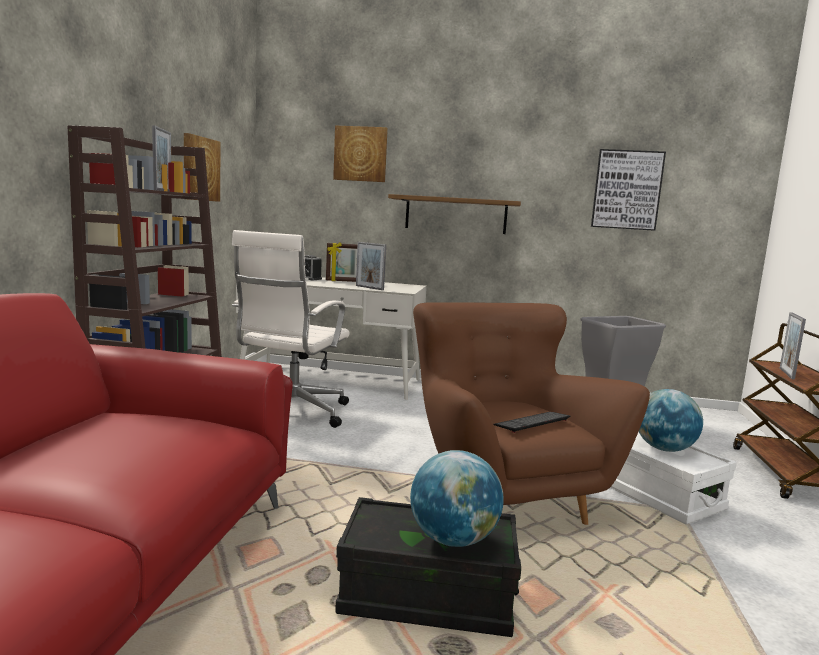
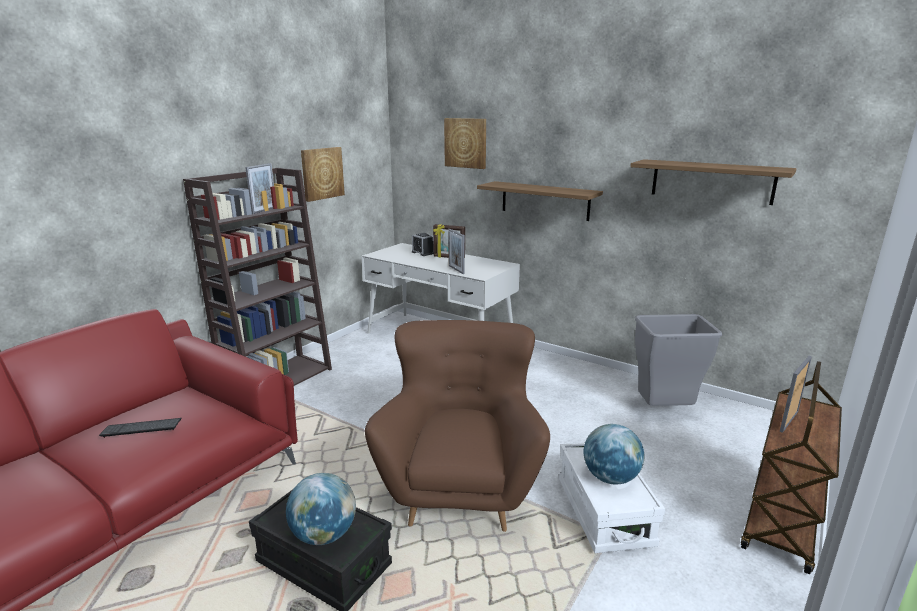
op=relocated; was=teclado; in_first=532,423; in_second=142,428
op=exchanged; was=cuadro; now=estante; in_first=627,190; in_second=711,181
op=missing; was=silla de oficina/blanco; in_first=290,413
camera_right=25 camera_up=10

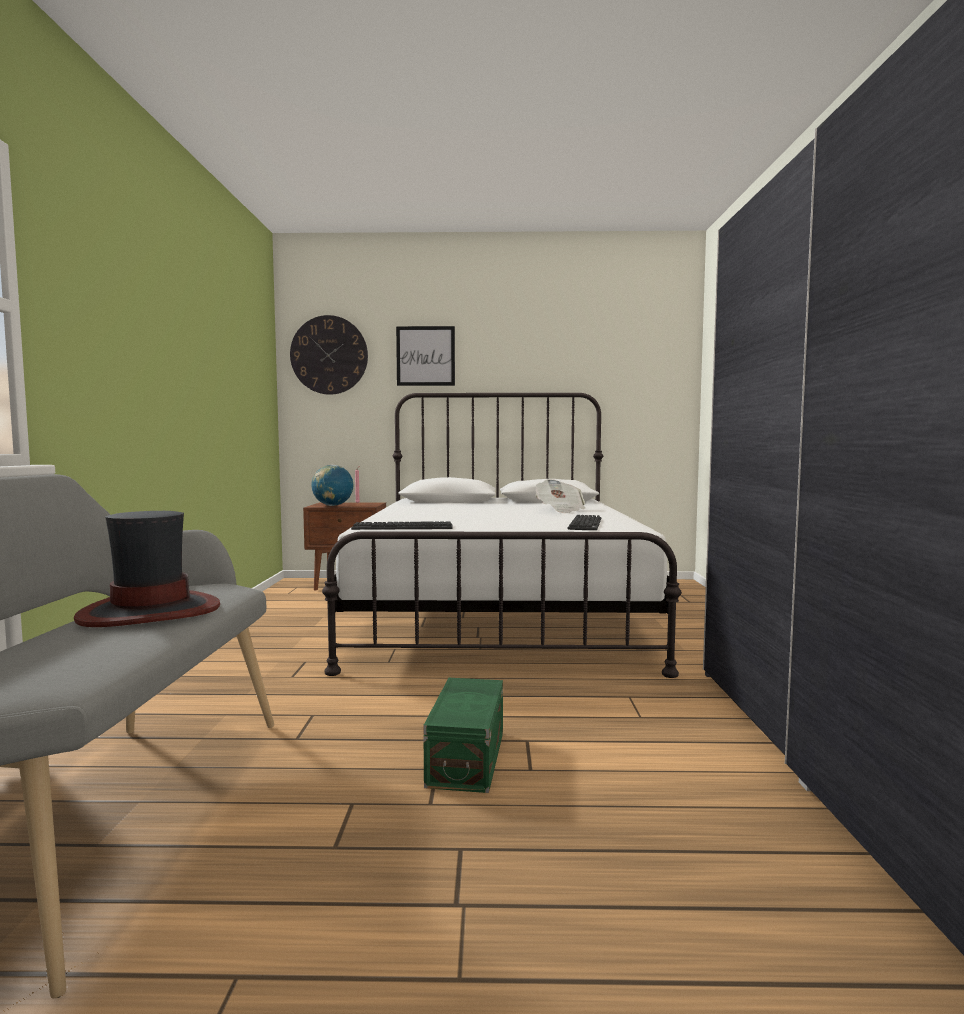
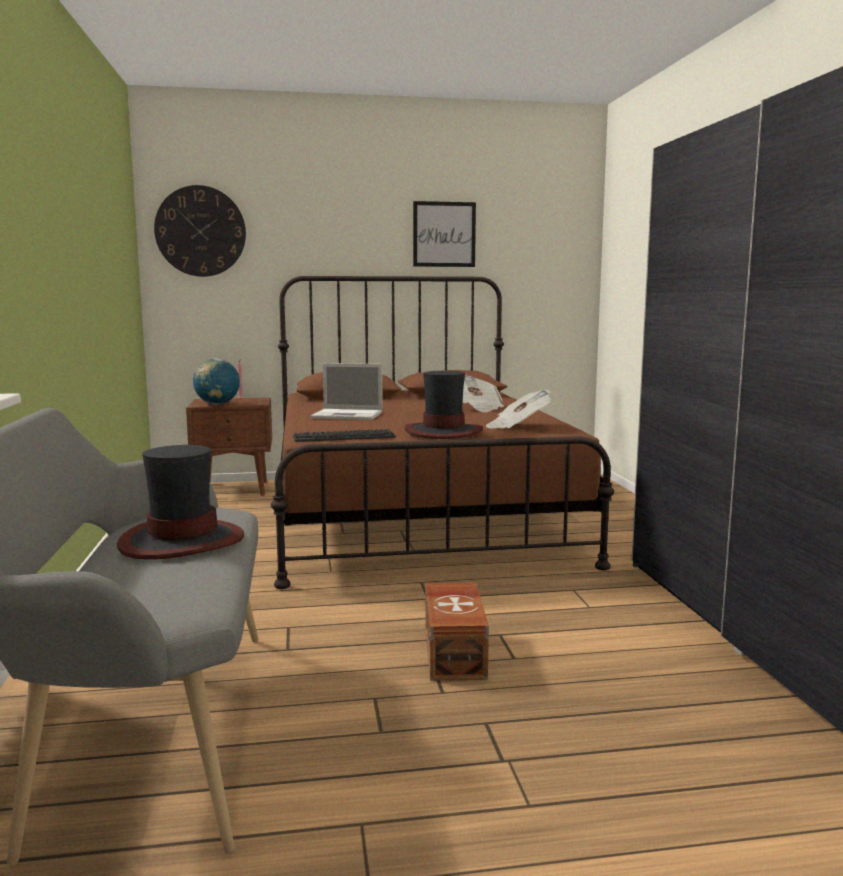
op=colour; was=cama/blanco; now=cama/marrón; in_first=498,615; in_second=415,516
op=appeared; now=portátil; in_second=349,415
op=appeared; now=sombrero; in_second=443,432
op=relocated; was=cuadro; in_first=425,356; in_second=444,234
op=colour; was=caja de almacenaje/verde; now=caja de almacenaje/marrón; in_first=469,757; in_second=456,653
op=exchanged; was=teclado; now=periódico; in_first=585,524; in_second=518,427
camera_right=-10 camera_up=5

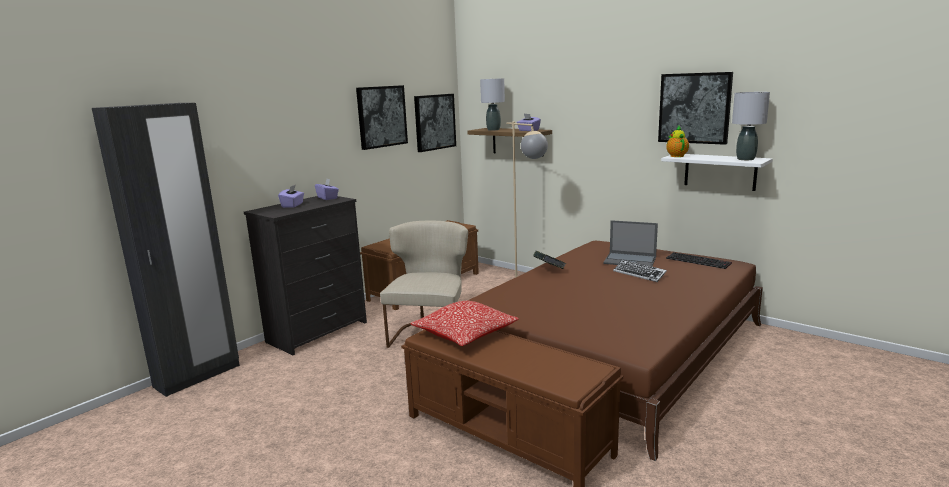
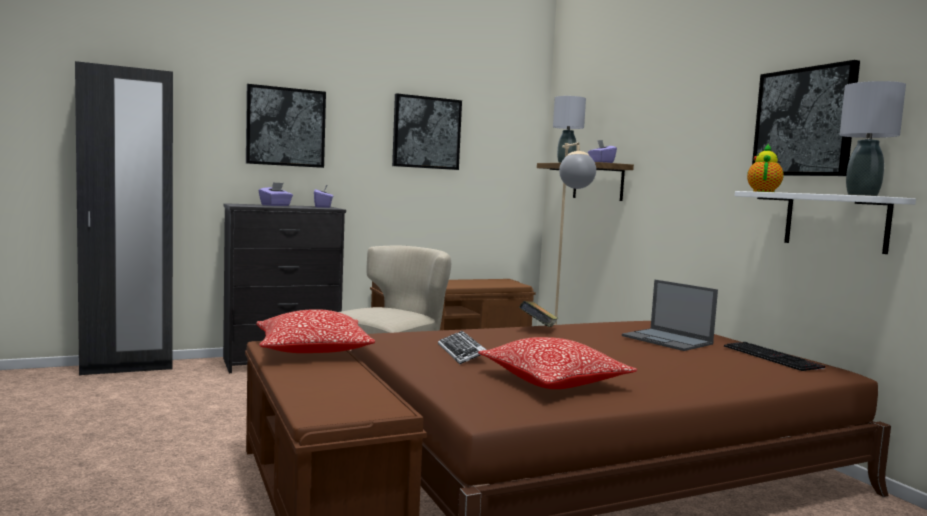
op=relocated; was=cuadro; in_first=434,122; in_second=285,127
op=relocated; was=teclado; in_first=639,274; in_second=461,353
op=appeared; now=cojín; in_second=553,381
camera_right=25 camera_up=-10

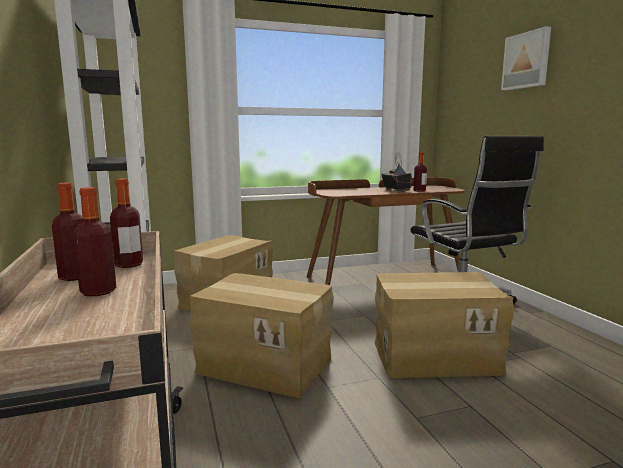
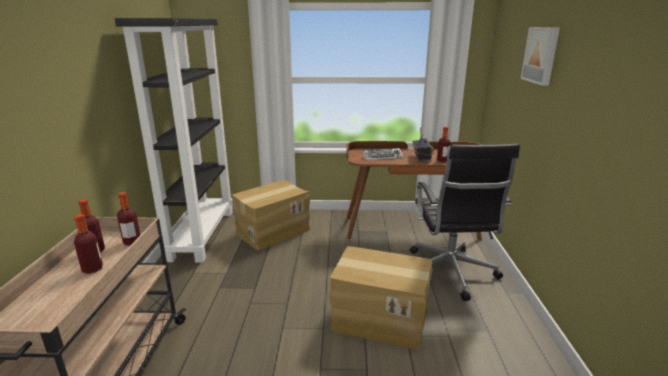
op=appeared; now=teclado; in_second=382,157
op=missing; was=caja de cartón; in_first=265,364
camera_right=20 camera_up=10

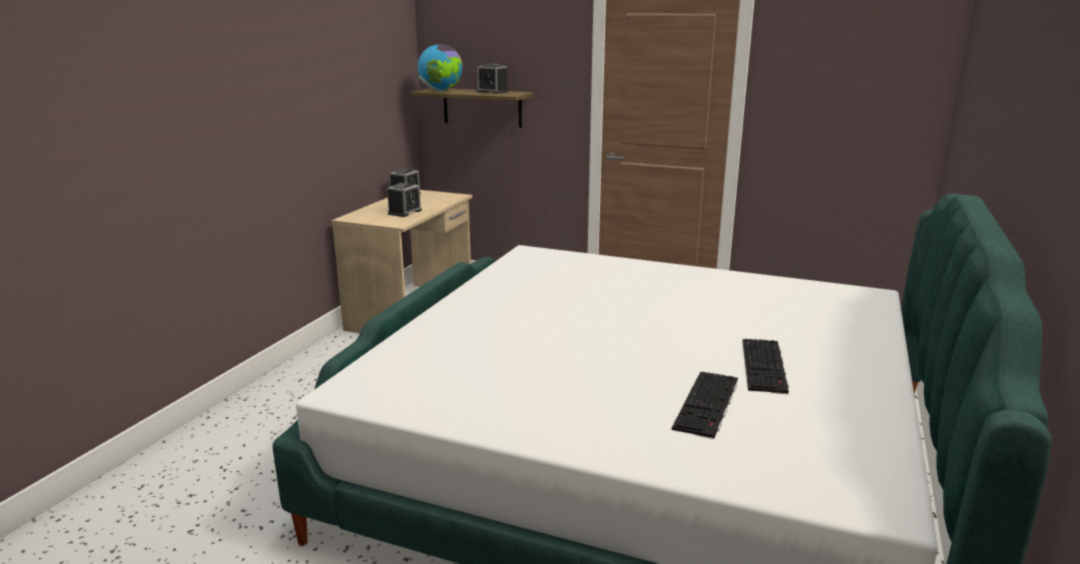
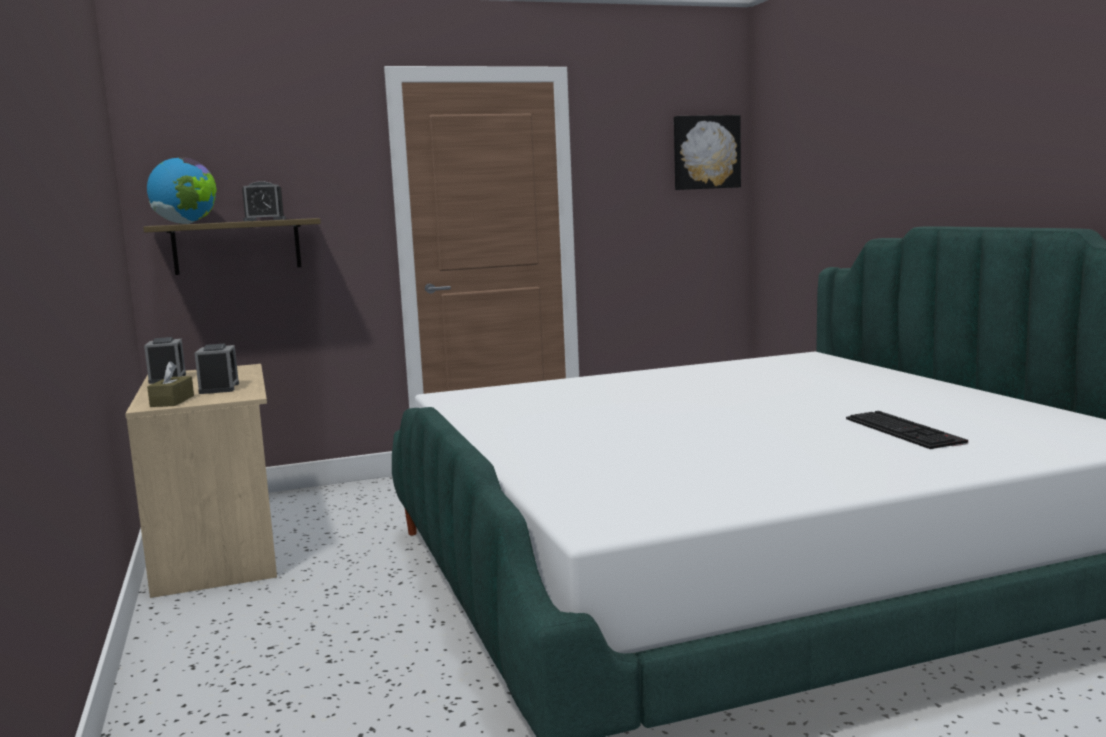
op=appeared; now=caja de pañuelos/marrón; in_second=172,401
op=appeared; now=cuadro; in_second=705,152
op=missing; was=teclado; in_first=765,366
camera_right=-40 camera_up=-10

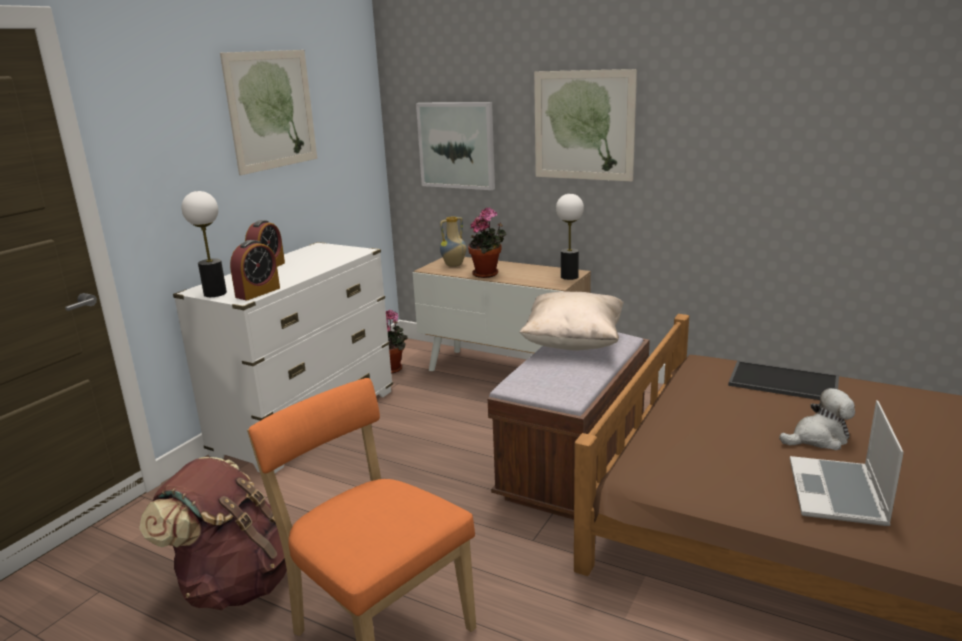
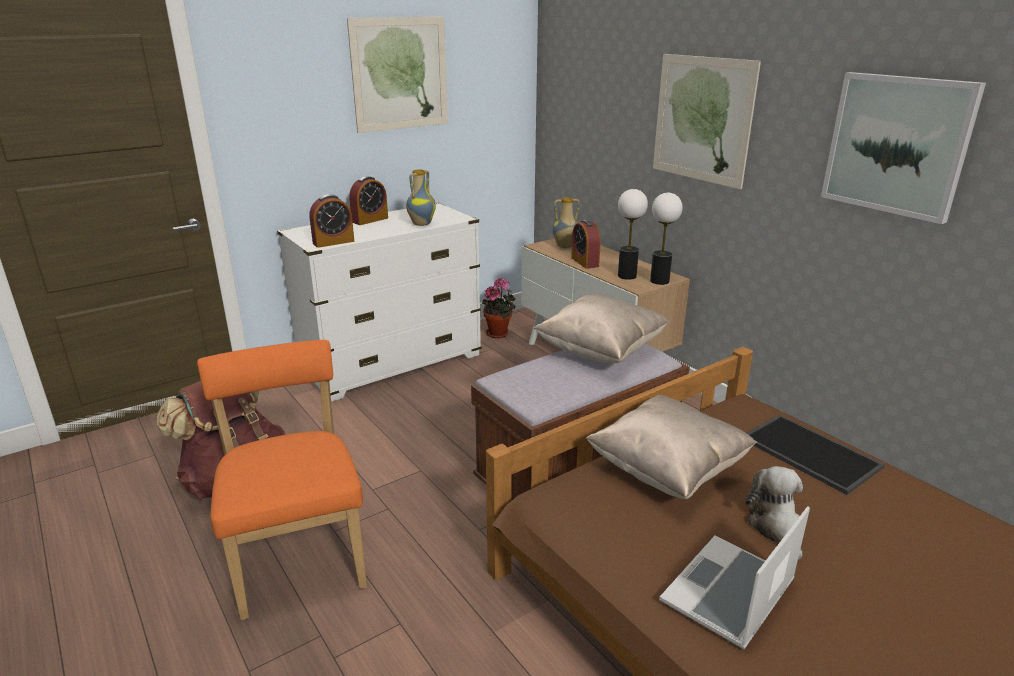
op=appeared; now=florero; in_second=421,224
op=exchanged; was=planta en maceta; now=despertador; in_first=488,274; in_second=585,262
op=appeared; now=cojín/beis; in_second=667,471
op=relocated; was=lámpara de mesa; in_first=215,293; in_second=627,276
op=spun; was=peluche; in_first=818,438; in_second=776,528; clockwise=-105
op=relocated; was=cuadro; in_first=457,145; in_second=897,145
camera_right=25 camera_up=5

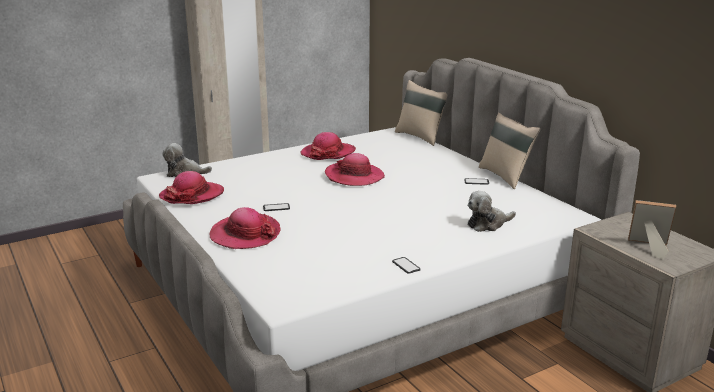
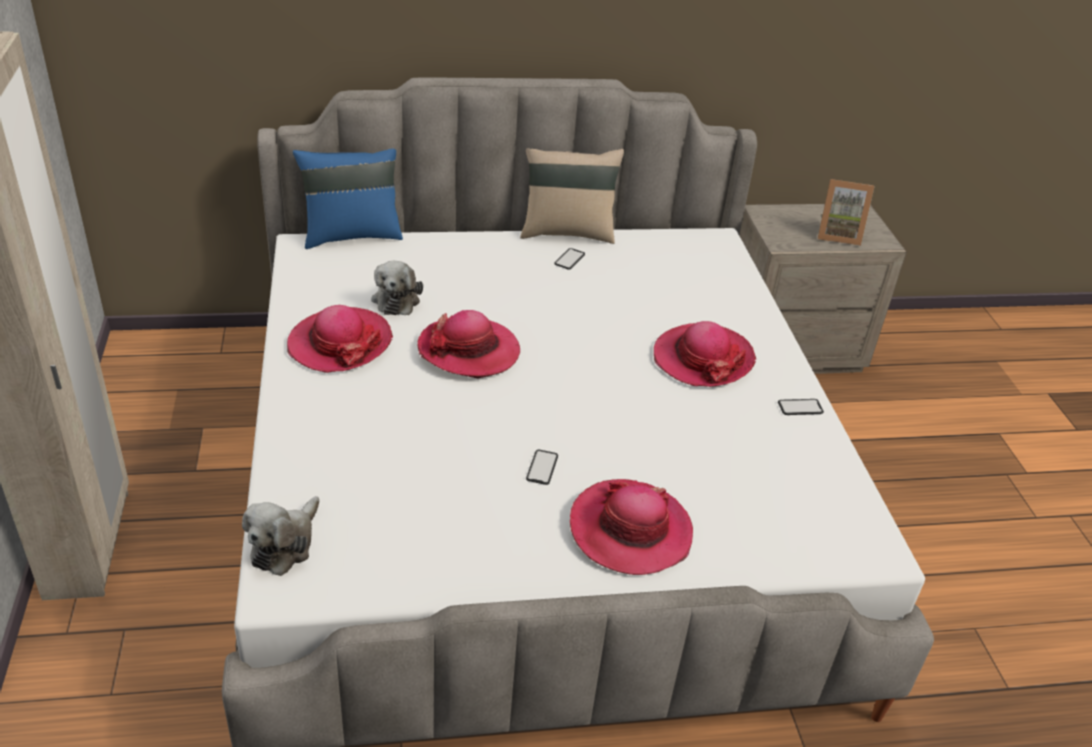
op=colour; was=cojín/beis; now=cojín/azul; in_first=421,137; in_second=351,235
op=relocated; was=peluche; in_first=488,224; in_second=396,299
op=relocated; was=sombrero; in_first=192,195; in_second=702,358
op=spun; was=portarretratos; in_first=648,248; in_second=838,234; clockwise=-120
camera_right=-70 camera_up=15

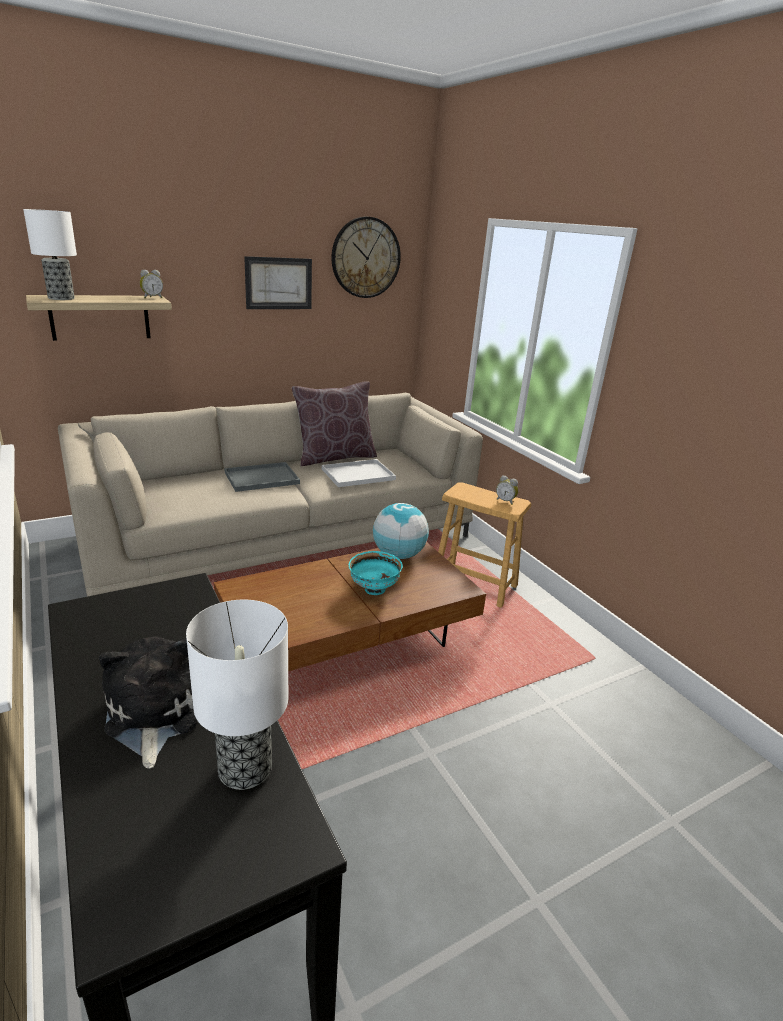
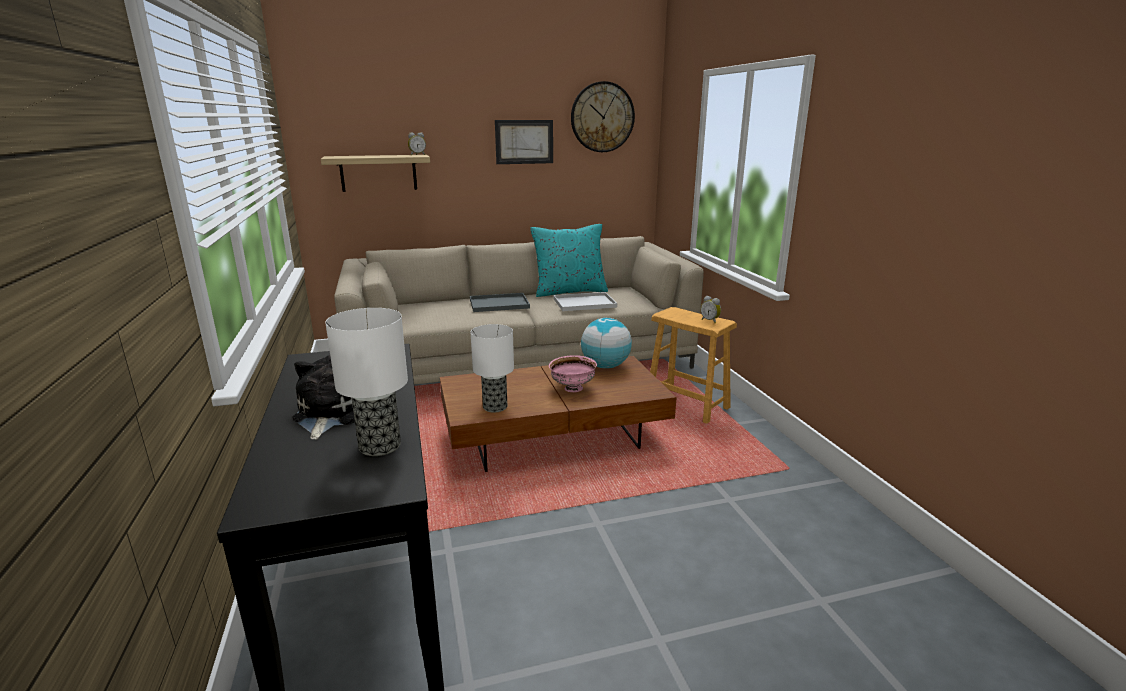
op=relocated; was=lámpara de mesa; in_first=61,298; in_second=495,407
op=colour; was=cojín/marrón; now=cojín/turquesa; in_first=334,457; in_second=569,291
op=colour; was=cuenco/turquesa; now=cuenco/rosa; in_first=374,590; in_second=572,389
camera_right=15 camera_up=-5

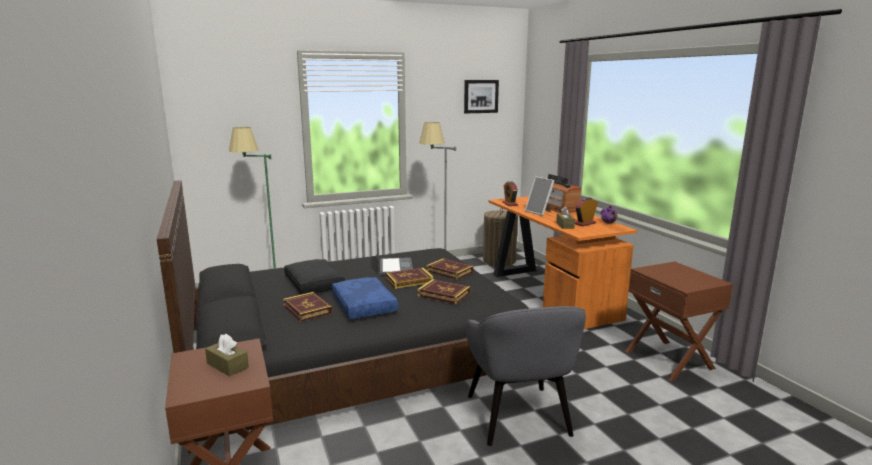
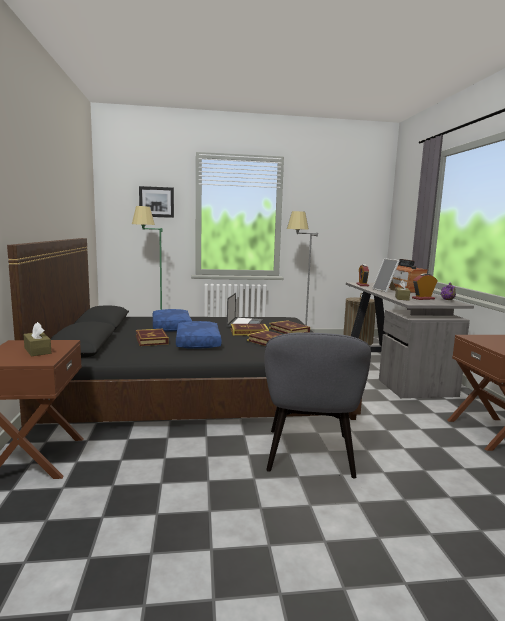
op=relocated; was=cuadro; in_first=480,96; in_second=156,202
op=colour; was=cojín/negro; now=cojín/azul; in_first=313,284; in_second=170,327
op=colour; was=escritorio/naranja; now=escritorio/gris; in_first=550,294; in_second=392,369
camera_right=15 camera_up=-5

